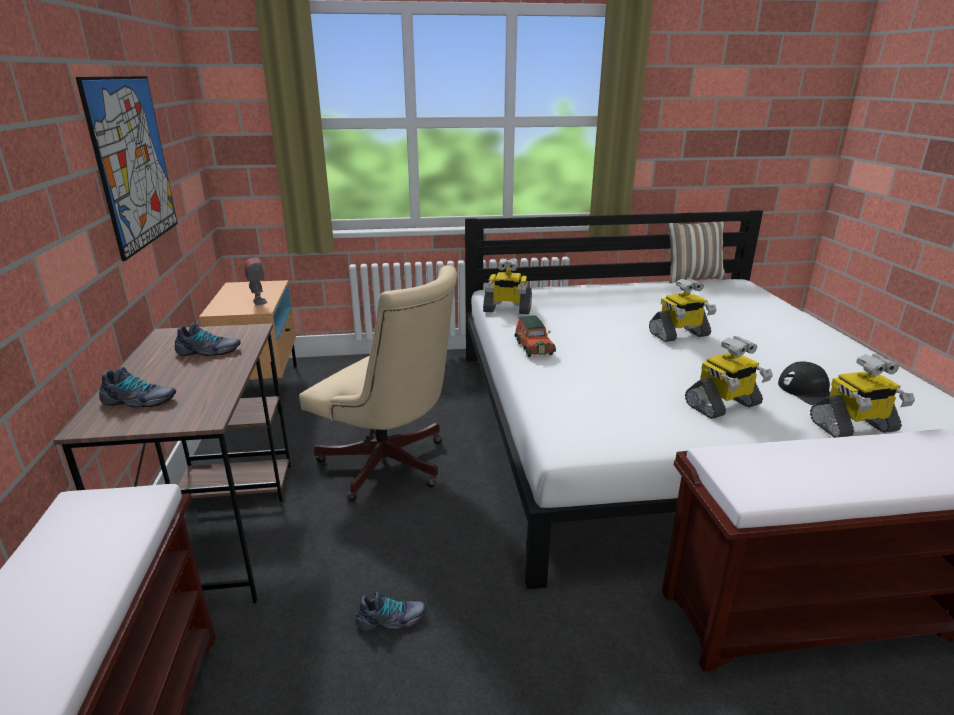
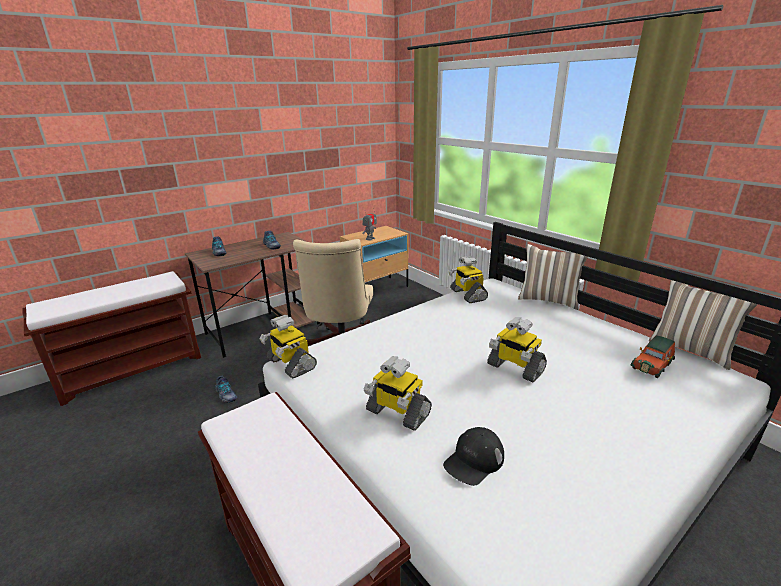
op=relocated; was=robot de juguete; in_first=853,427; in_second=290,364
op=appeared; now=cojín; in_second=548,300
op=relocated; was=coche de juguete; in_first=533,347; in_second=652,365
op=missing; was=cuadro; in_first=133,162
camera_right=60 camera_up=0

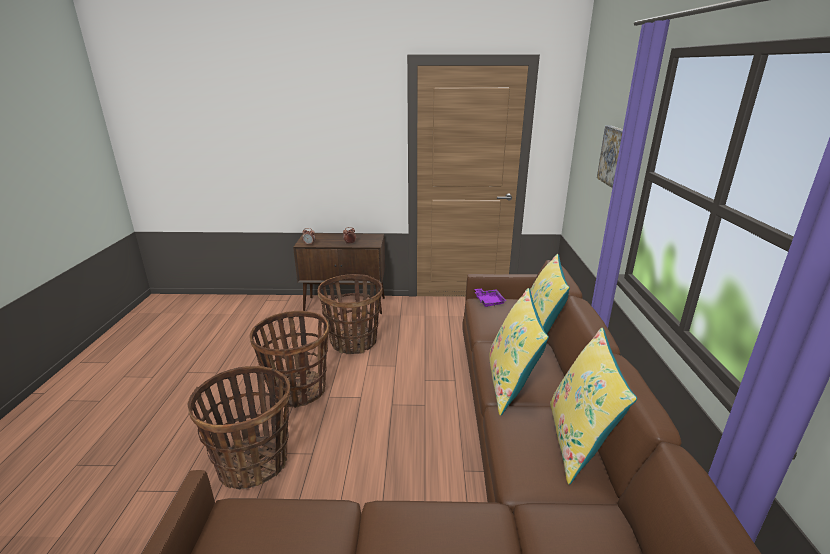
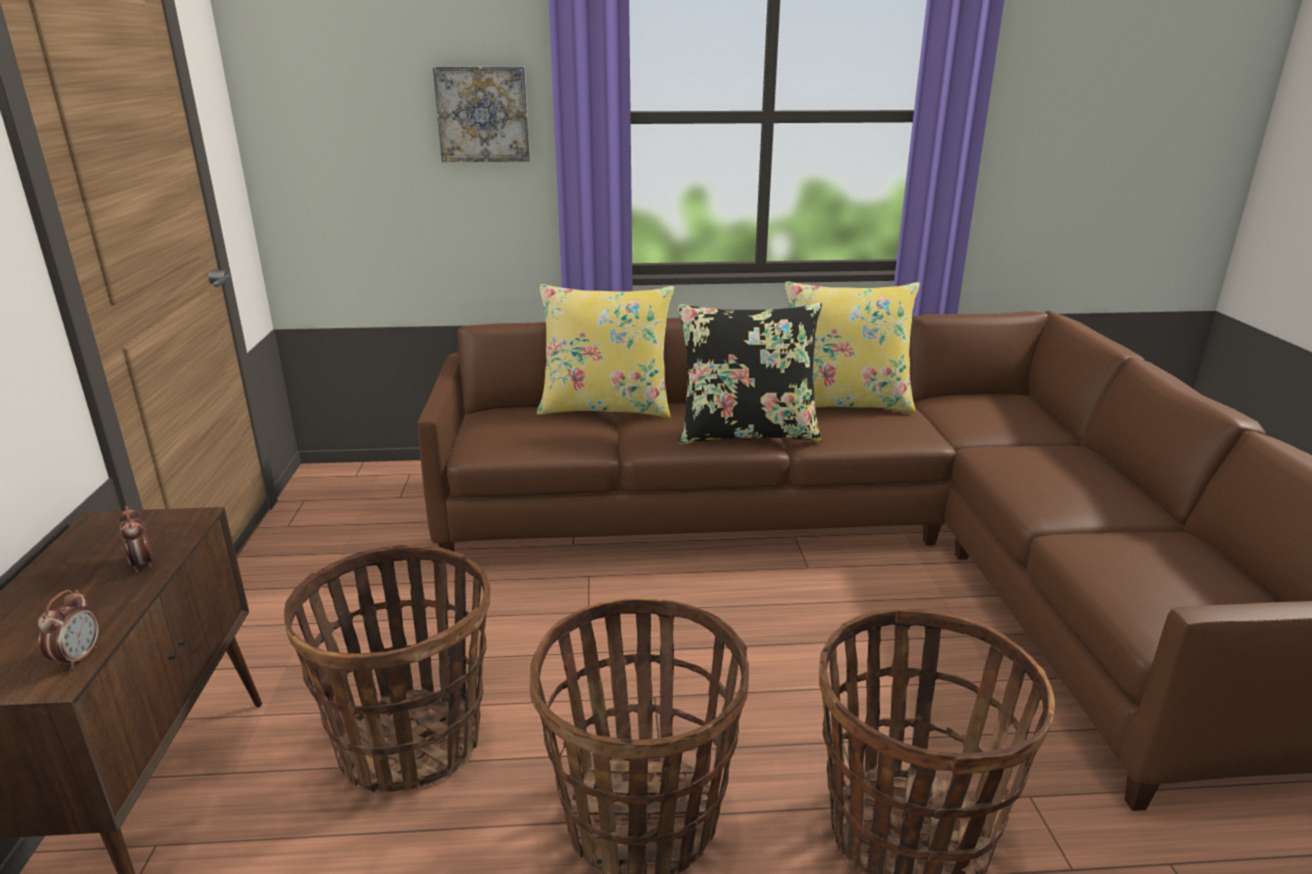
op=colour; was=cojín/amarillo; now=cojín/negro; in_first=511,384; in_second=747,433
op=missing; was=bandeja/morado; in_first=489,301
camera_right=-95 camera_up=0

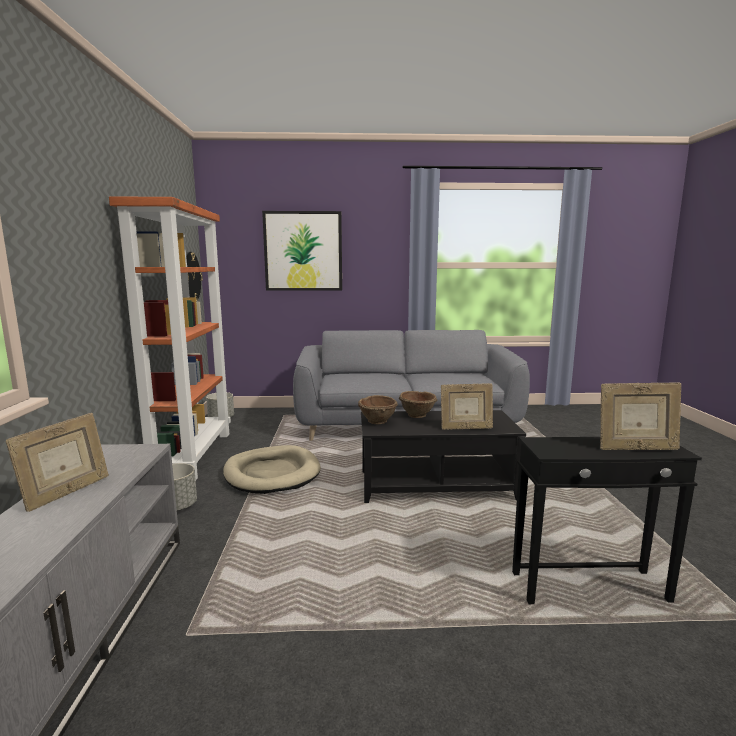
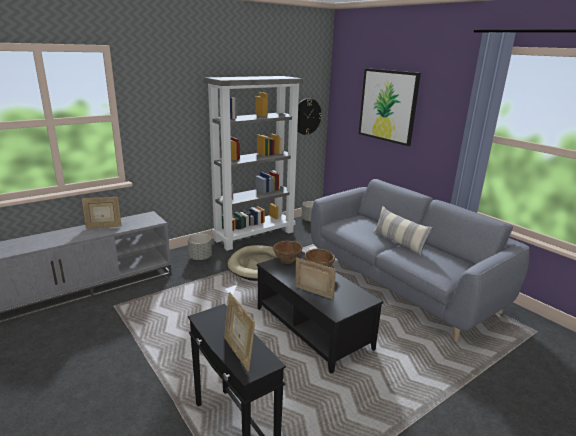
op=colour; was=estantería/naranja; now=estantería/gris; in_first=192,455; in_second=255,236
op=spun; was=portarretratos; in_first=465,428; in_second=313,295; clockwise=150
op=appeared; now=cojín; in_second=398,242
camera_right=55 camera_up=10

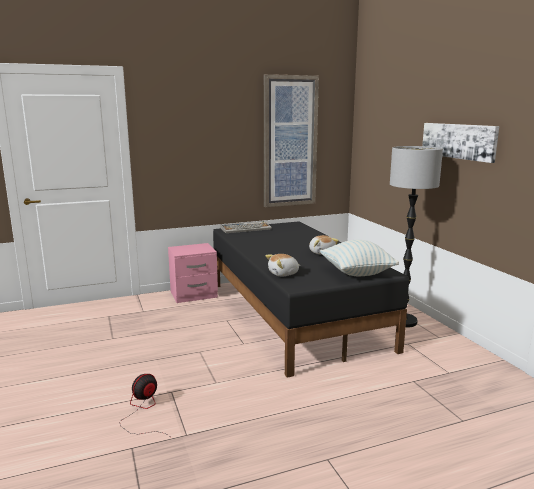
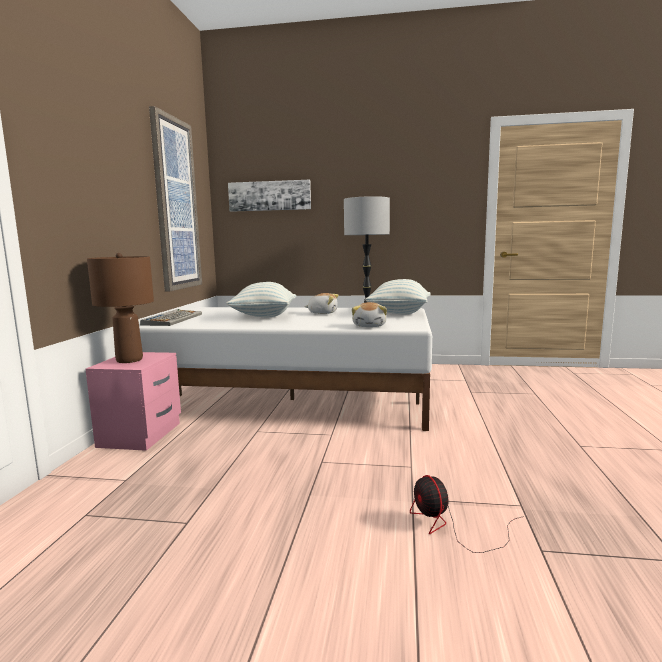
op=appeared; now=lámpara de mesa/marrón; in_second=130,360
op=colour; was=cama/negro; now=cama/blanco; in_first=294,314; in_second=293,399
op=appeared; now=cojín; in_second=264,316
op=relocated; was=cuadro; in_first=458,141; in_second=269,196
camera_right=-60 camera_up=-5

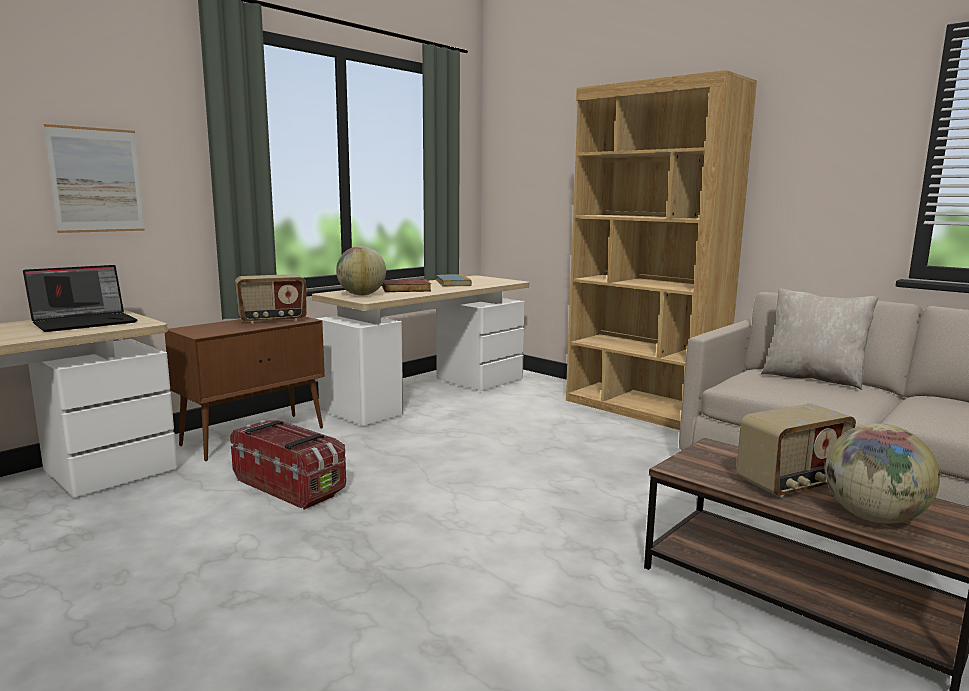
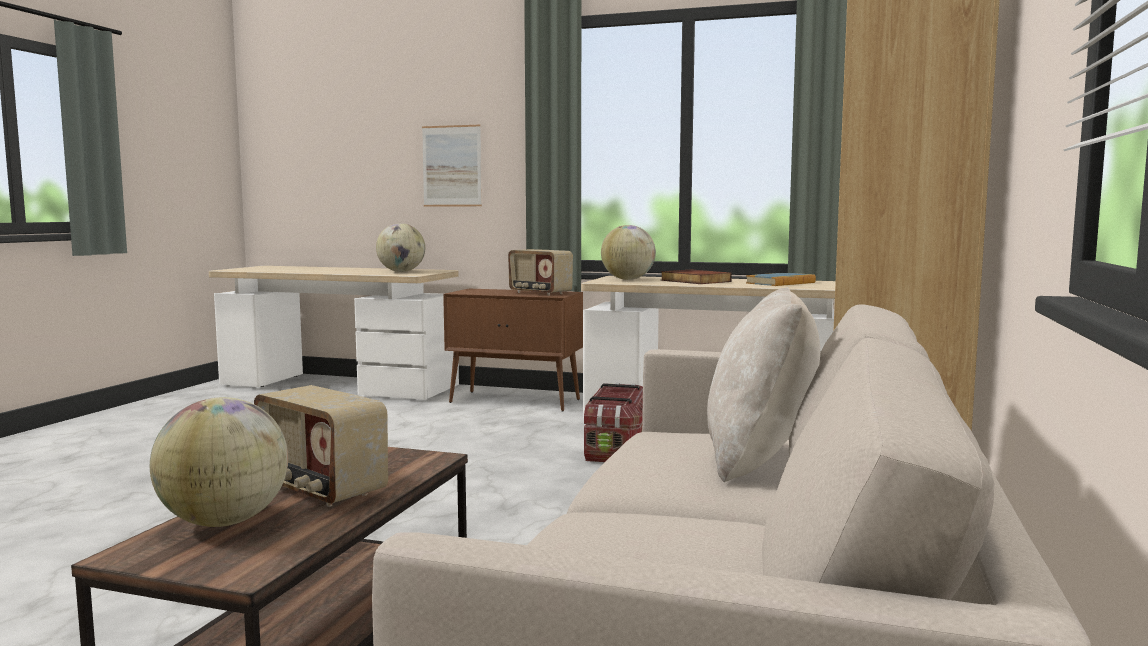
op=exchanged; was=portátil; now=globo terráqueo; in_first=86,322; in_second=401,271
op=relocated; was=caja de almacenaje; in_first=290,485; in_second=619,447
camera_right=65 camera_up=-5

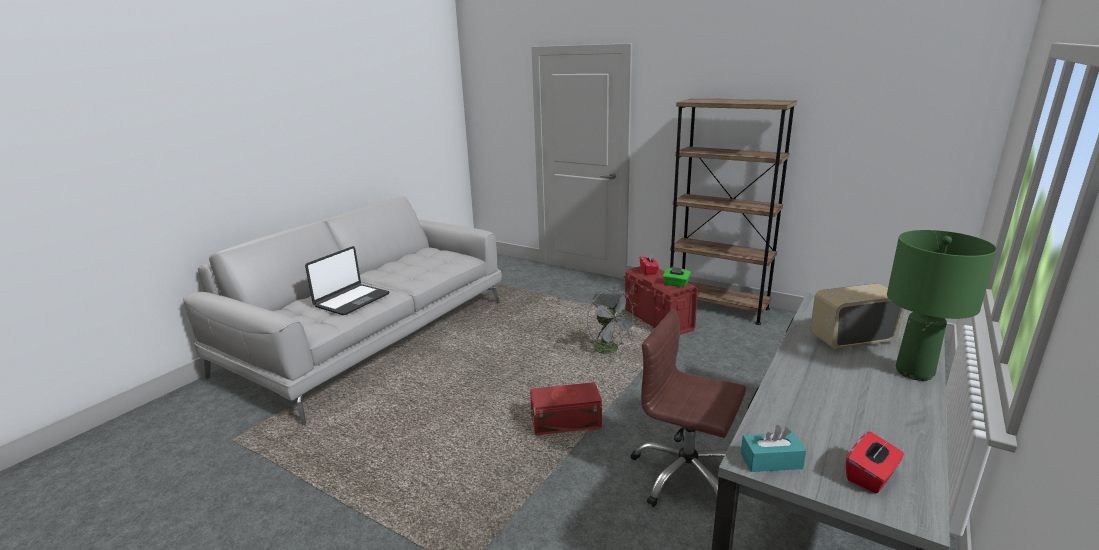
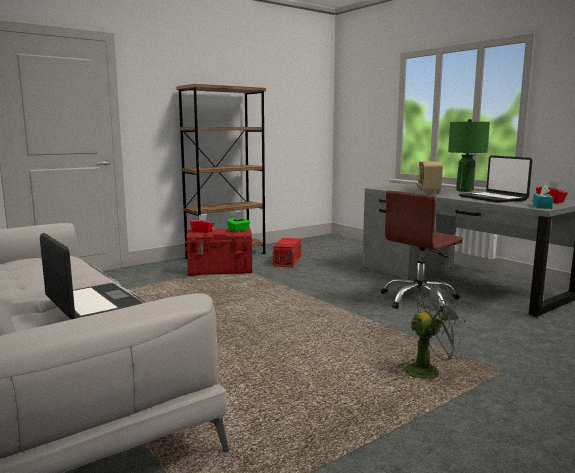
op=relocated; was=caja de almacenaje/rojo; in_first=564,422; in_second=286,261
op=relocated; was=ventilador/gris; in_first=610,350; in_second=428,371
op=appeared; now=portátil; in_second=493,198
camera_right=-70 camera_up=-10

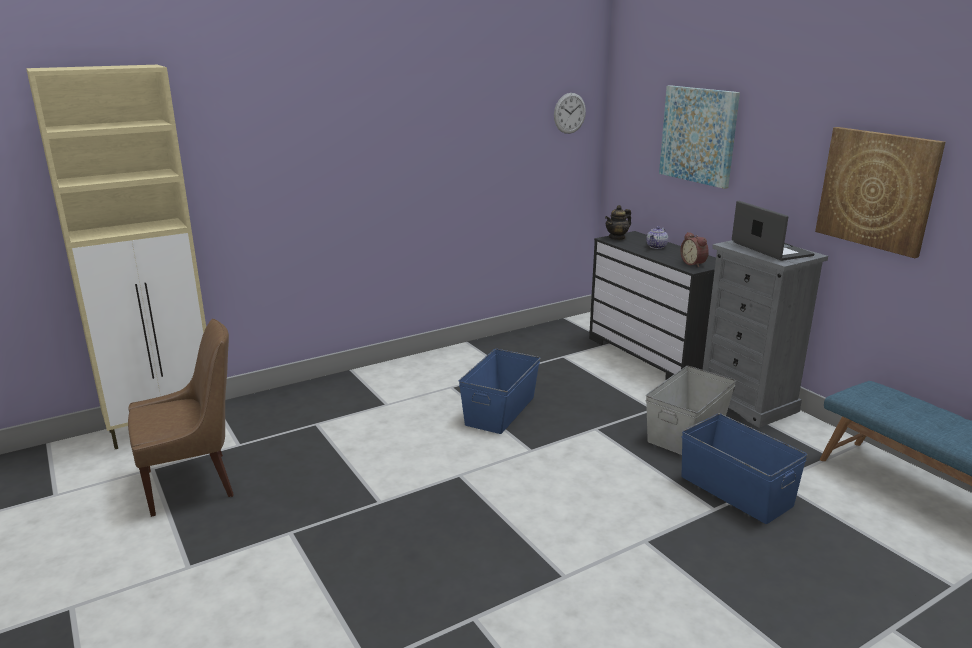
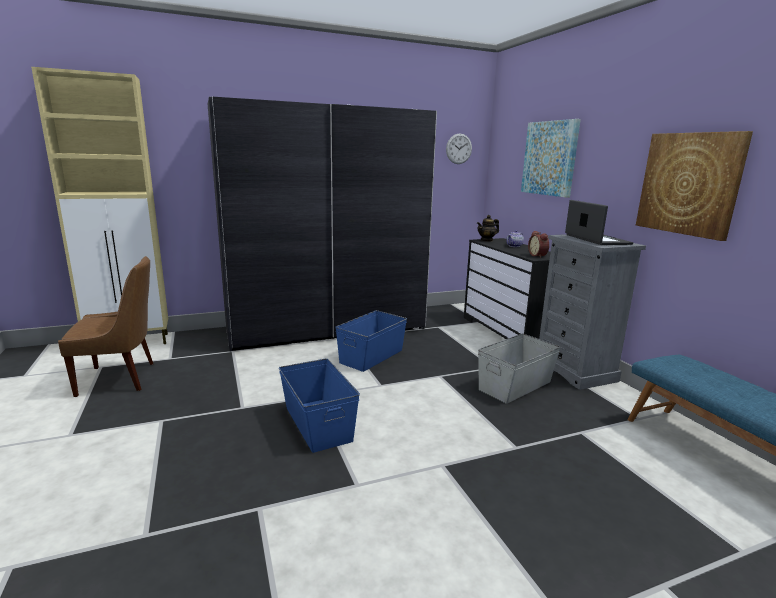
op=appeared; now=armario ropero/gris; in_second=327,328
op=relocated; was=caja de almacenaje/azul; in_first=735,491; in_second=317,424
camera_right=10 camera_up=-5

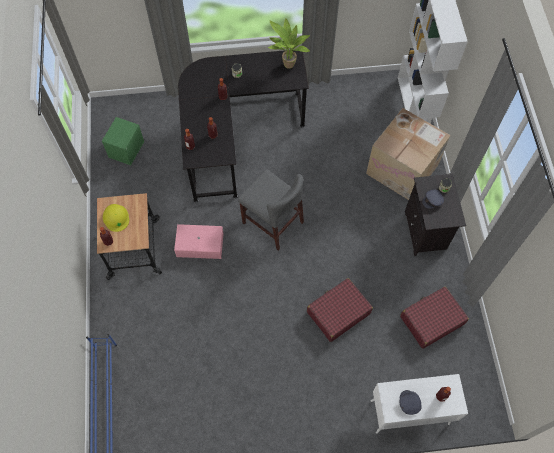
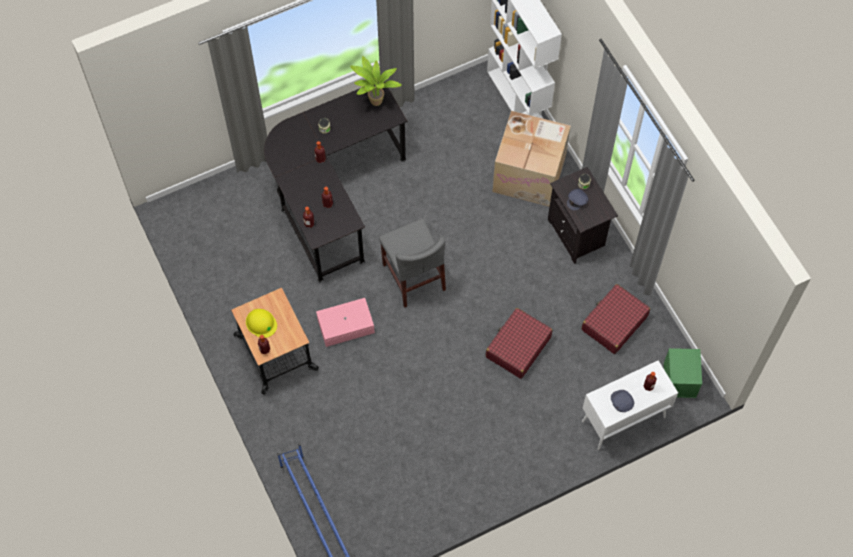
op=spun; was=silla/gris; in_first=272,222; in_second=413,277; clockwise=45
op=relocated; was=caja de almacenaje/verde; in_first=126,148; in_second=679,379
camera_right=-20 camera_up=0

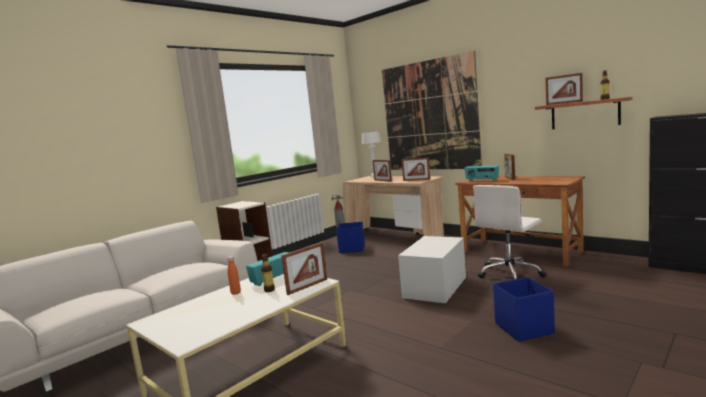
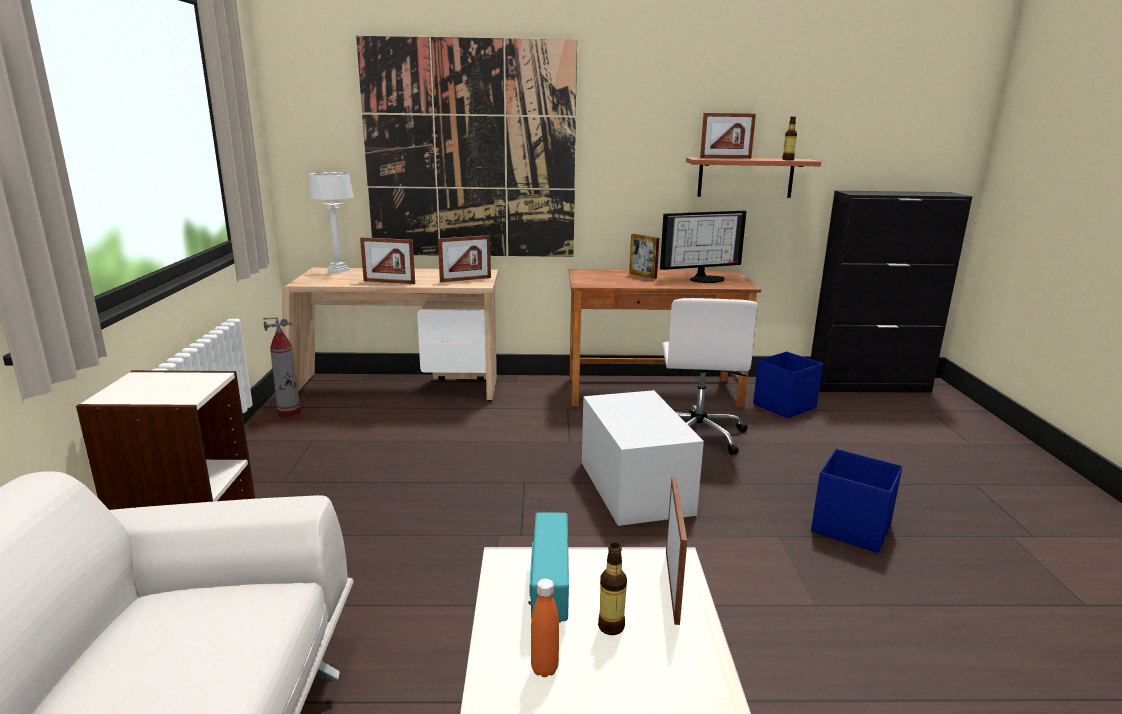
op=appeared; now=monitor; in_second=705,278
op=relocated; was=caja de almacenaje/azul; in_first=352,249; in_second=785,406
op=missing; was=radio; in_first=482,180
camera_right=-45 camera_up=10

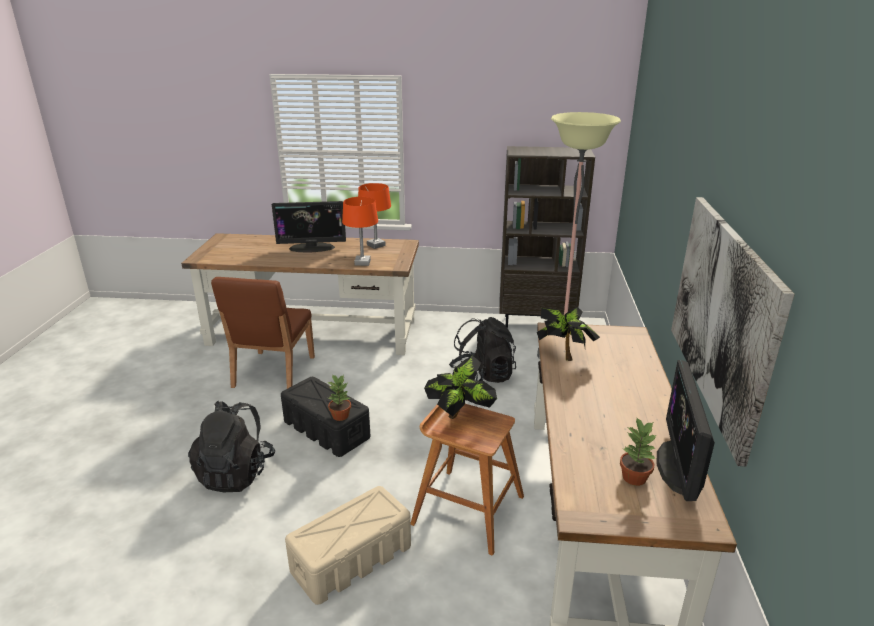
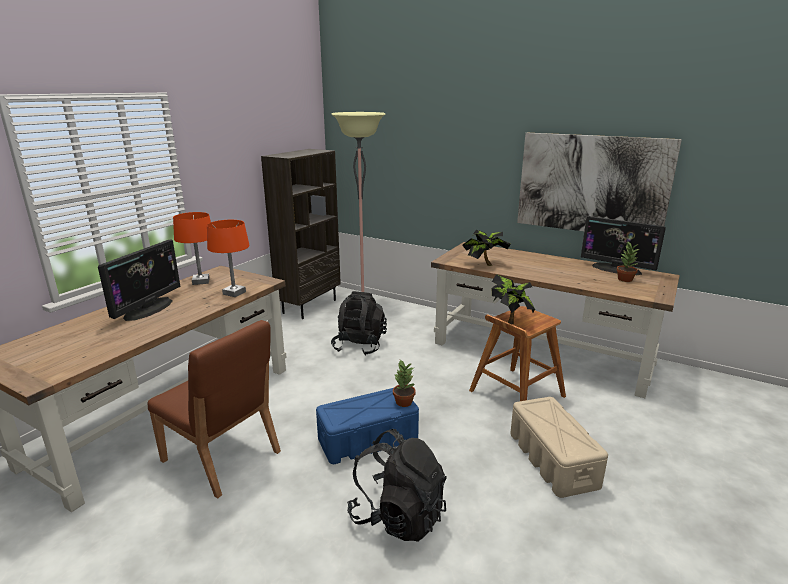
op=colour; was=caja de almacenaje/negro; now=caja de almacenaje/azul; in_first=327,430; in_second=368,439
camera_right=-65 camera_up=-5

